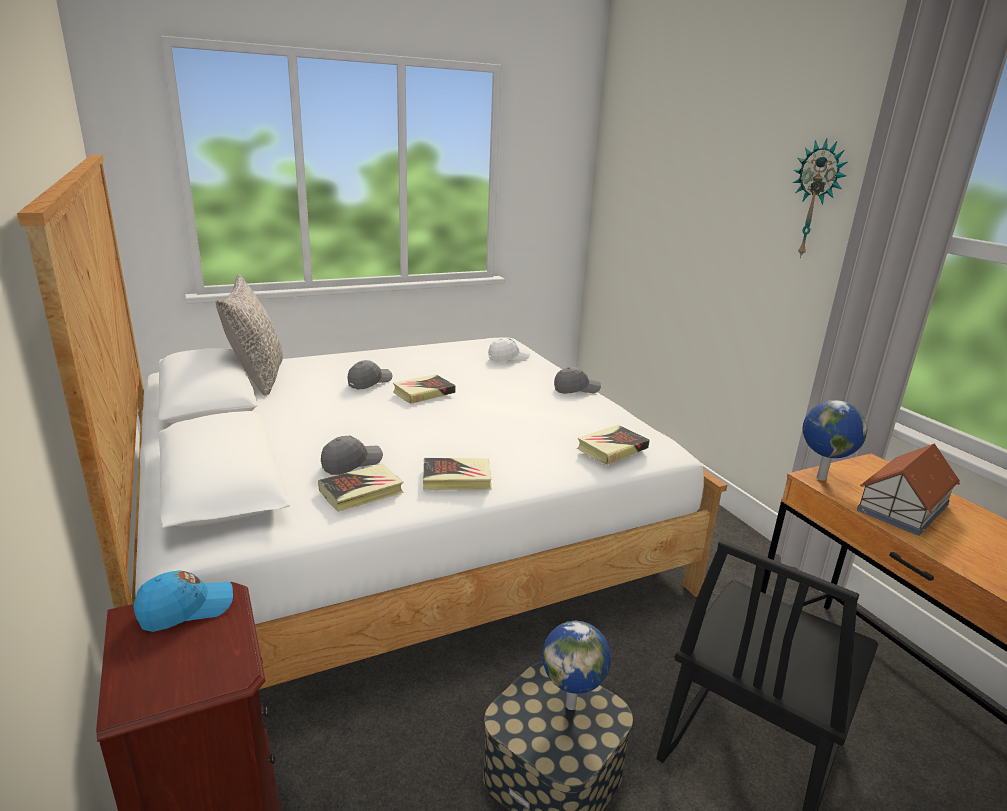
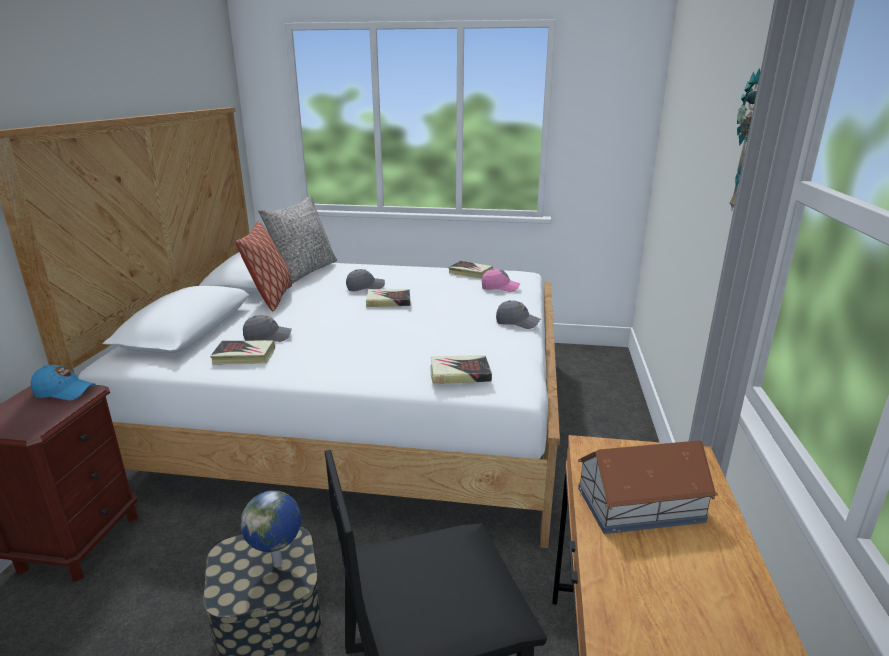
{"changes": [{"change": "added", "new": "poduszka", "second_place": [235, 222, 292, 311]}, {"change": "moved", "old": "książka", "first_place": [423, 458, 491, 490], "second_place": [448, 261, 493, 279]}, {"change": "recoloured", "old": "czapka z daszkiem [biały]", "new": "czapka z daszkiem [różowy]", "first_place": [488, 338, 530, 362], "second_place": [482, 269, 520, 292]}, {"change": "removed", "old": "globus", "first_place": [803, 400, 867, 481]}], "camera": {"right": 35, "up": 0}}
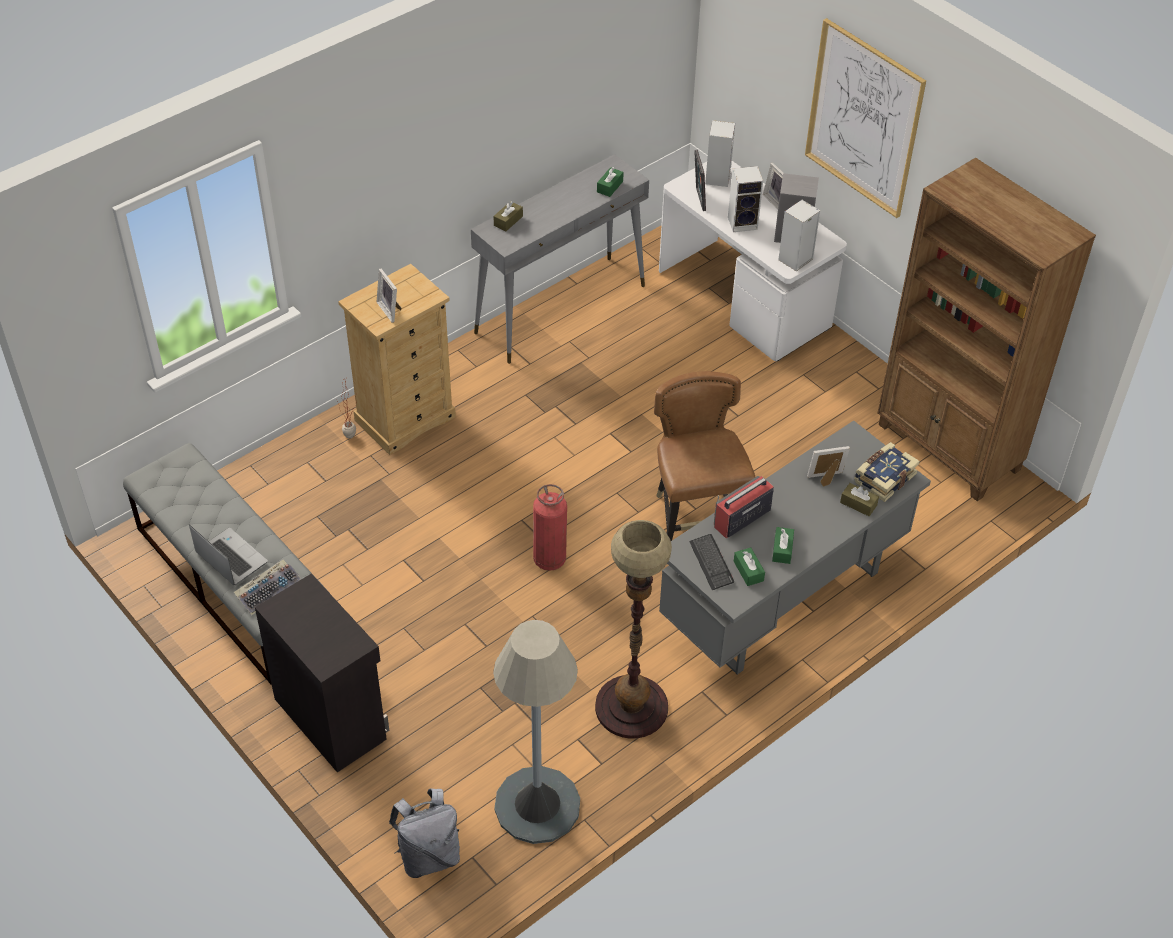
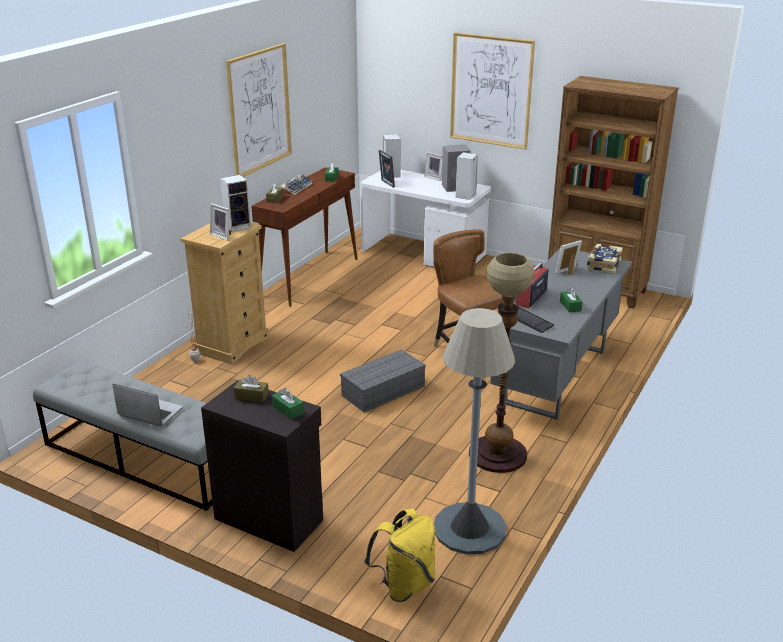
{"changes": [{"change": "moved", "old": "głośnik", "first_place": [728, 166, 763, 232], "second_place": [220, 175, 251, 232]}, {"change": "added", "new": "obraz", "second_place": [226, 43, 292, 177]}, {"change": "moved", "old": "pudełko chusteczek [brązowy]", "first_place": [840, 483, 879, 516], "second_place": [234, 375, 269, 402]}, {"change": "recoloured", "old": "stolik konsolowy [szary]", "new": "stolik konsolowy [brązowy]", "first_place": [471, 154, 649, 364], "second_place": [251, 167, 357, 307]}, {"change": "moved", "old": "pudełko chusteczek [zielony]", "first_place": [734, 547, 765, 586], "second_place": [272, 388, 304, 419]}, {"change": "moved", "old": "klawiatura", "first_place": [234, 559, 301, 616], "second_place": [280, 174, 313, 195]}, {"change": "replaced", "old": "gaśnica", "new": "pojemnik do przechowywania [szary]", "first_place": [533, 484, 567, 571], "second_place": [340, 349, 426, 413]}, {"change": "recoloured", "old": "plecak [szary]", "new": "plecak [żółty]", "first_place": [389, 789, 460, 878], "second_place": [364, 509, 436, 602]}], "camera": {"right": -20, "up": -20}}
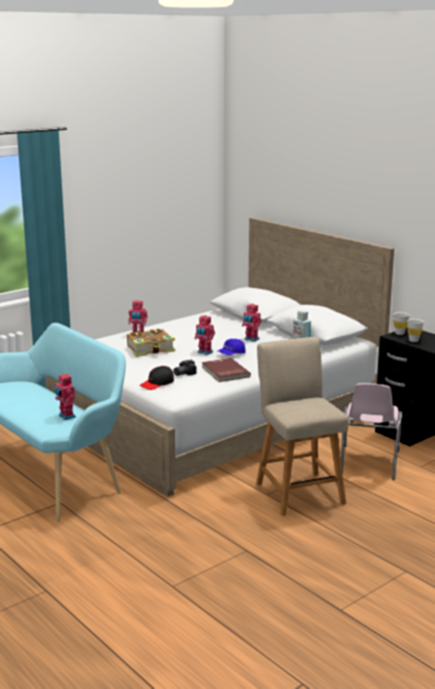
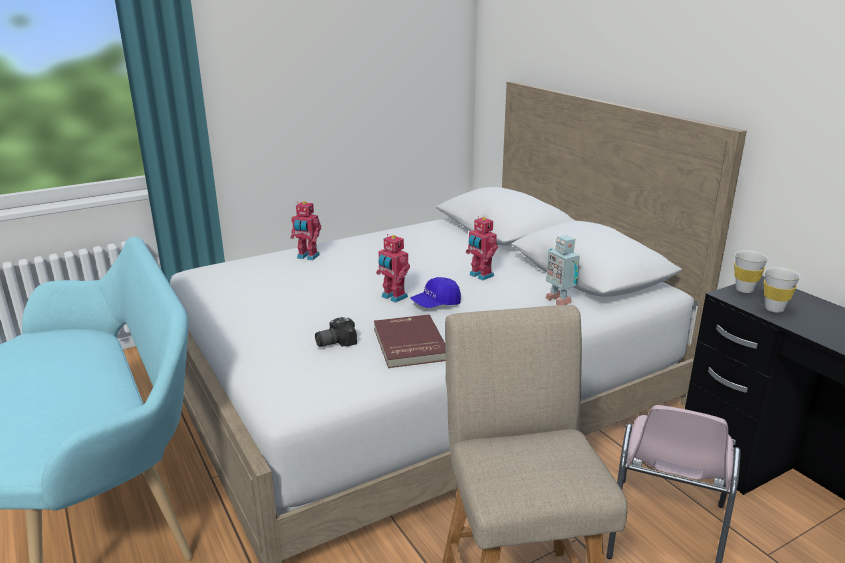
{"changes": [{"change": "removed", "old": "robot zabawkowy", "first_place": [54, 373, 76, 420]}, {"change": "removed", "old": "książka", "first_place": [127, 329, 175, 357]}, {"change": "removed", "old": "czapka z daszkiem [czarny]", "first_place": [140, 366, 174, 390]}], "camera": {"right": 10, "up": 5}}
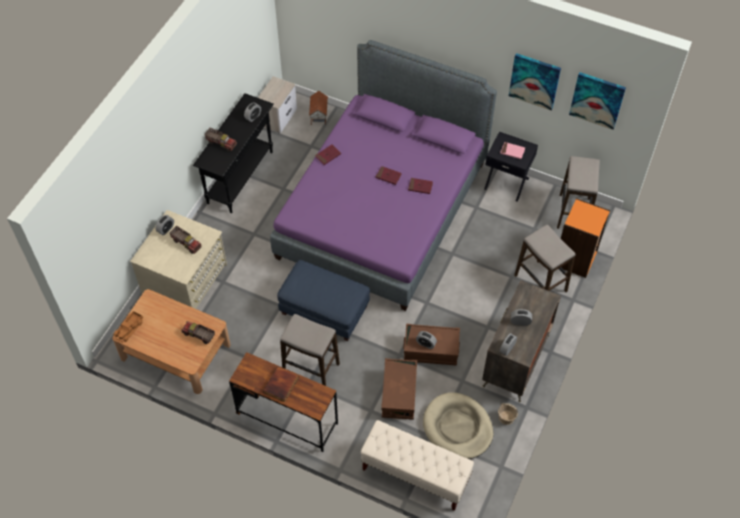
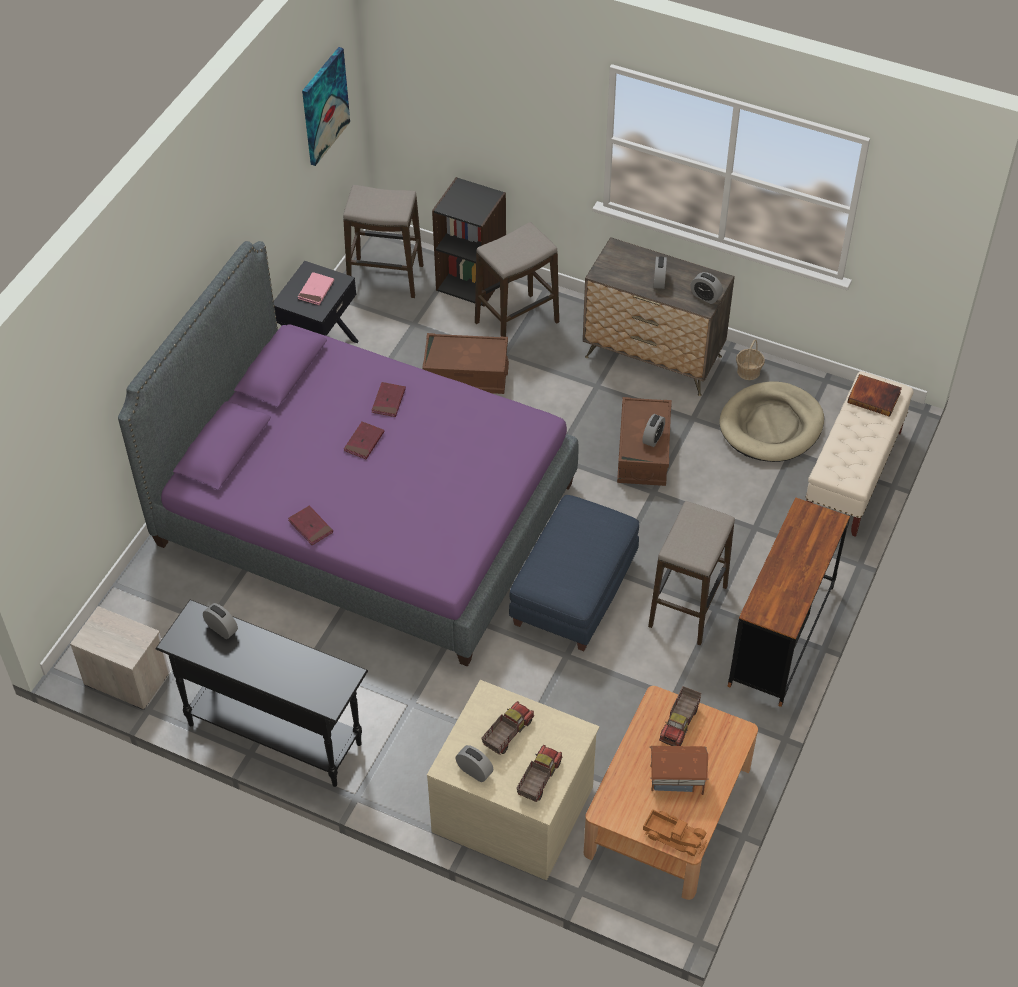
{"changes": [{"change": "moved", "old": "pojemnik do przechowywania [brązowy]", "first_place": [381, 358, 417, 420], "second_place": [422, 333, 509, 394]}, {"change": "recoloured", "old": "regał [pomarańczowy]", "new": "regał [czarny]", "first_place": [561, 198, 610, 278], "second_place": [432, 177, 506, 306]}, {"change": "moved", "old": "ciężarówka zabawkowa", "first_place": [204, 128, 237, 151], "second_place": [516, 745, 562, 802]}, {"change": "moved", "old": "domek", "first_place": [309, 91, 328, 125], "second_place": [649, 746, 709, 795]}, {"change": "moved", "old": "książka", "first_place": [263, 366, 299, 402], "second_place": [847, 374, 902, 417]}, {"change": "removed", "old": "obraz", "first_place": [509, 53, 561, 111]}], "camera": {"right": -90, "up": -5}}
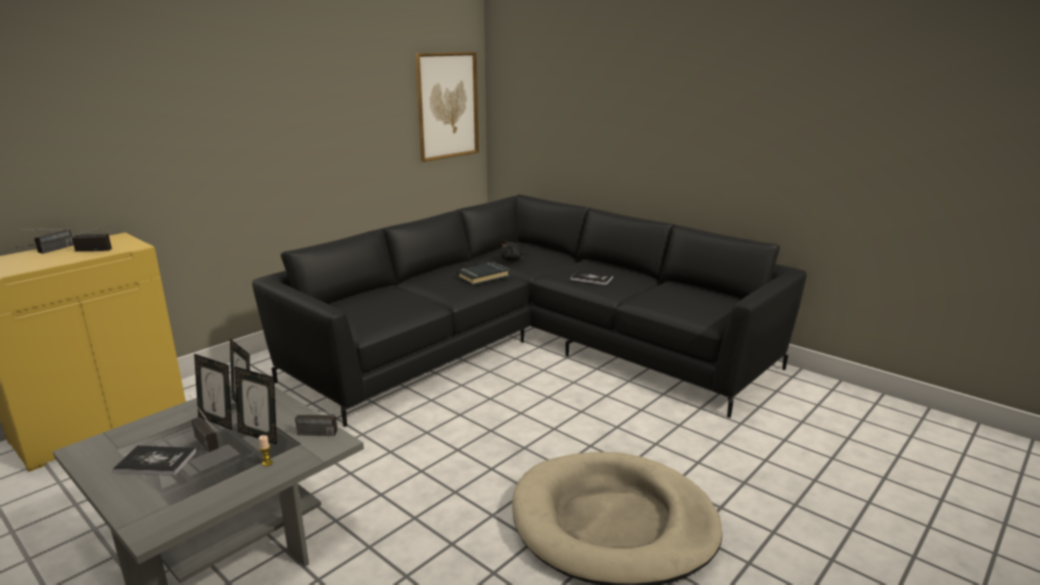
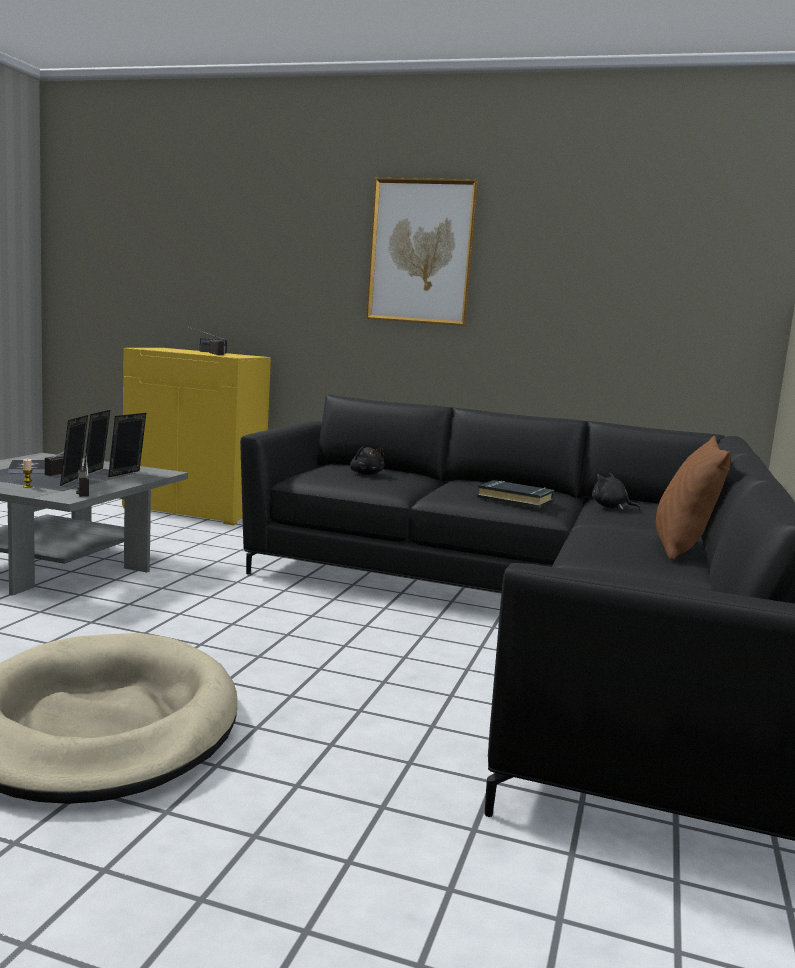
{"changes": [{"change": "added", "new": "pluszak [czarny]", "second_place": [350, 447, 384, 475]}, {"change": "moved", "old": "obraz", "first_place": [415, 52, 479, 162], "second_place": [366, 178, 478, 326]}, {"change": "added", "new": "poduszka [brązowy]", "second_place": [656, 436, 731, 560]}, {"change": "removed", "old": "książka", "first_place": [571, 270, 613, 285]}], "camera": {"right": 65, "up": -10}}
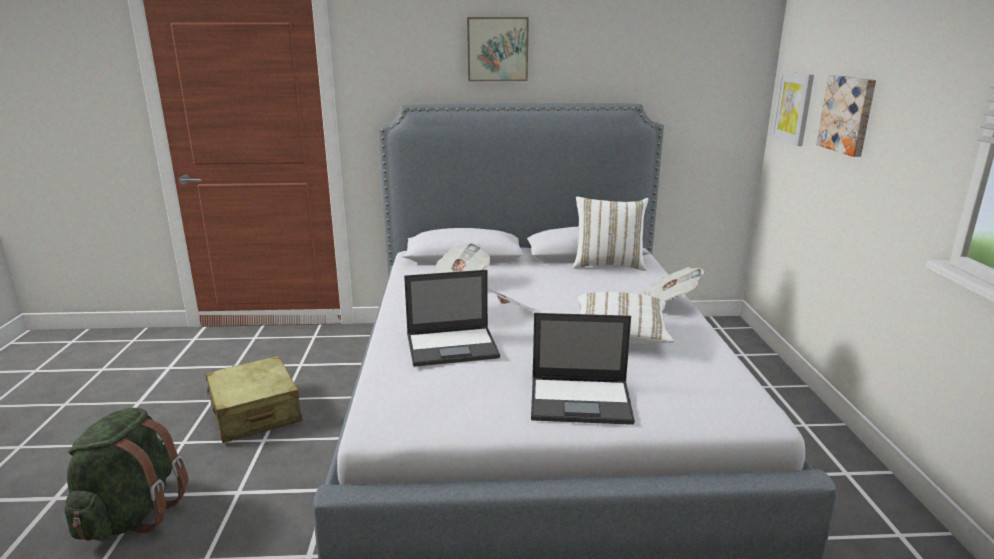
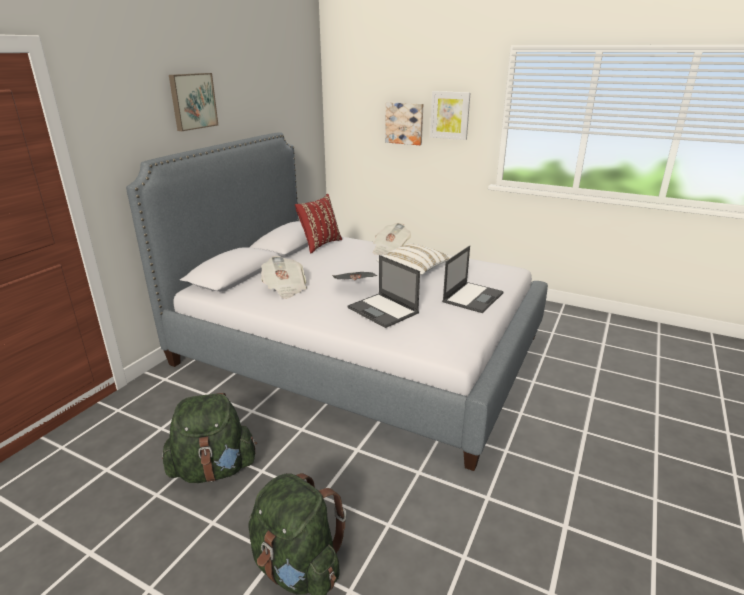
{"changes": [{"change": "replaced", "old": "walizka [beżowy]", "new": "plecak [zielony]", "first_place": [205, 356, 303, 443], "second_place": [162, 393, 257, 483]}, {"change": "recoloured", "old": "poduszka [biały]", "new": "poduszka [czerwony]", "first_place": [573, 196, 649, 271], "second_place": [295, 194, 342, 253]}, {"change": "turned", "old": "laptop", "first_place": [404, 270, 500, 367], "second_place": [348, 255, 420, 328], "degrees": 120}, {"change": "moved", "old": "obraz", "first_place": [772, 71, 814, 146], "second_place": [430, 91, 470, 140]}], "camera": {"right": -60, "up": 5}}
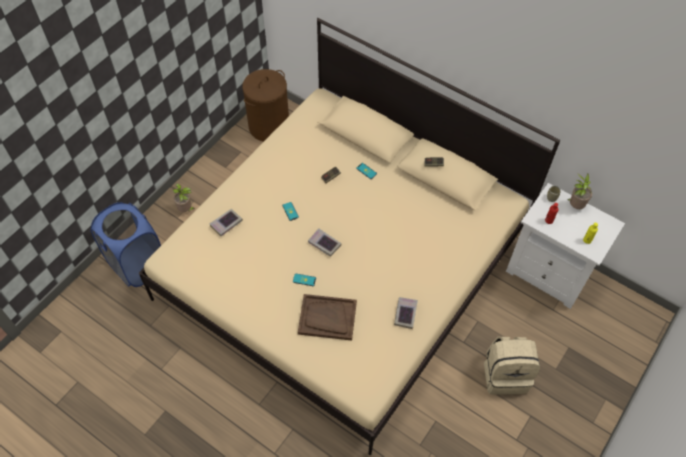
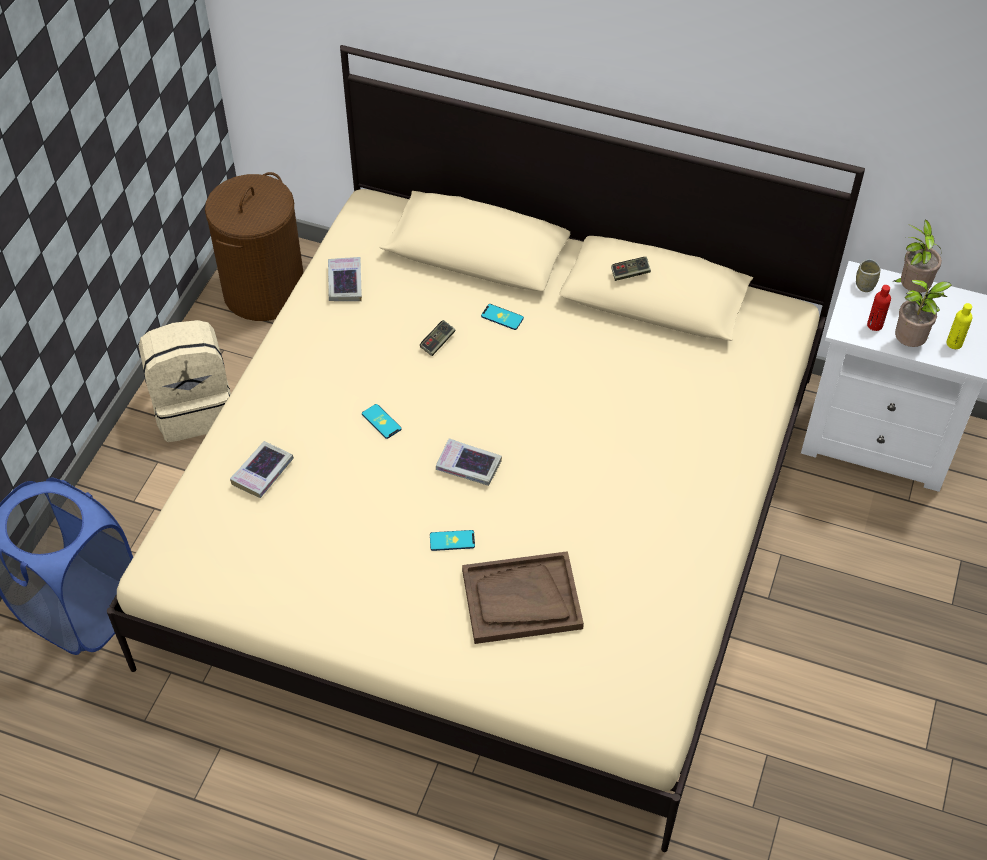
{"changes": [{"change": "moved", "old": "plecak [beżowy]", "first_place": [484, 337, 540, 395], "second_place": [139, 320, 231, 442]}, {"change": "moved", "old": "książka", "first_place": [394, 297, 418, 329], "second_place": [328, 257, 362, 301]}, {"change": "moved", "old": "roślina doniczkowa", "first_place": [173, 183, 196, 212], "second_place": [895, 280, 952, 347]}], "camera": {"right": -15, "up": -5}}
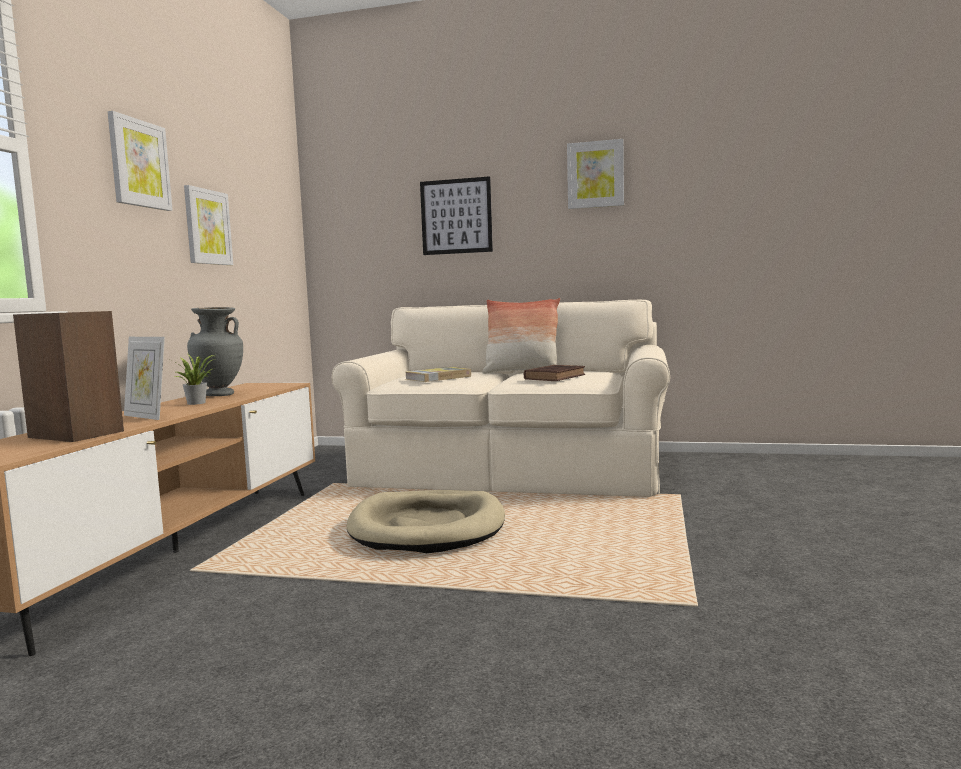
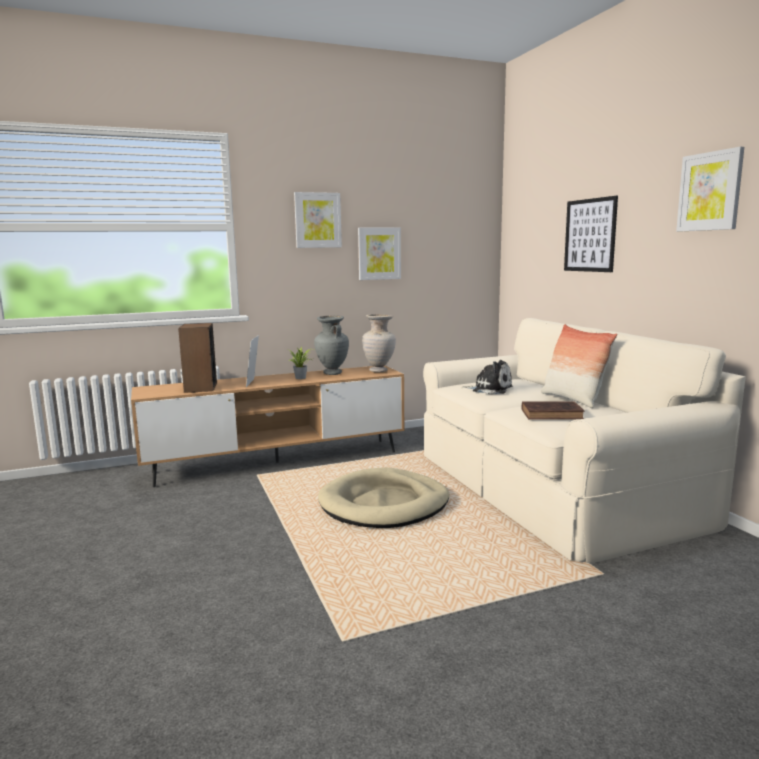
{"changes": [{"change": "added", "new": "wazon [beżowy]", "second_place": [362, 314, 396, 372]}, {"change": "replaced", "old": "książka", "new": "pluszak", "first_place": [406, 367, 471, 382], "second_place": [461, 360, 512, 394]}], "camera": {"right": 55, "up": 5}}
